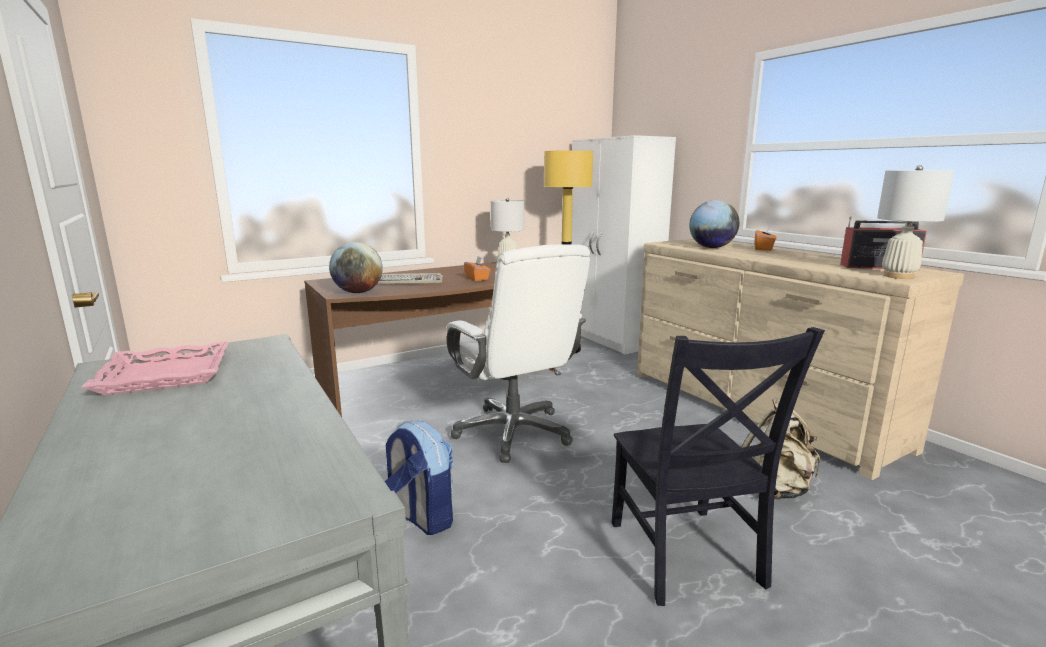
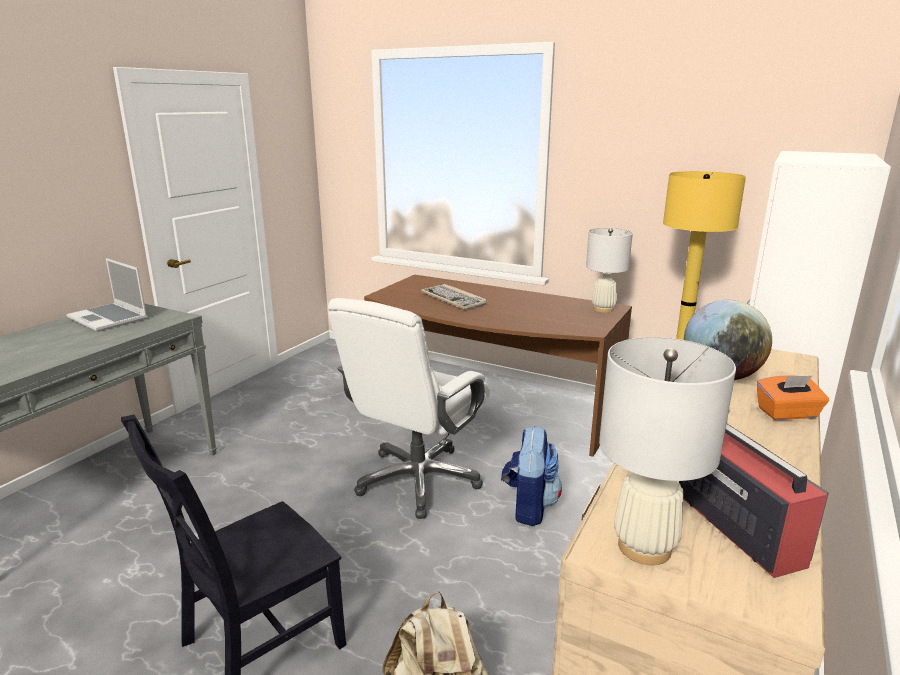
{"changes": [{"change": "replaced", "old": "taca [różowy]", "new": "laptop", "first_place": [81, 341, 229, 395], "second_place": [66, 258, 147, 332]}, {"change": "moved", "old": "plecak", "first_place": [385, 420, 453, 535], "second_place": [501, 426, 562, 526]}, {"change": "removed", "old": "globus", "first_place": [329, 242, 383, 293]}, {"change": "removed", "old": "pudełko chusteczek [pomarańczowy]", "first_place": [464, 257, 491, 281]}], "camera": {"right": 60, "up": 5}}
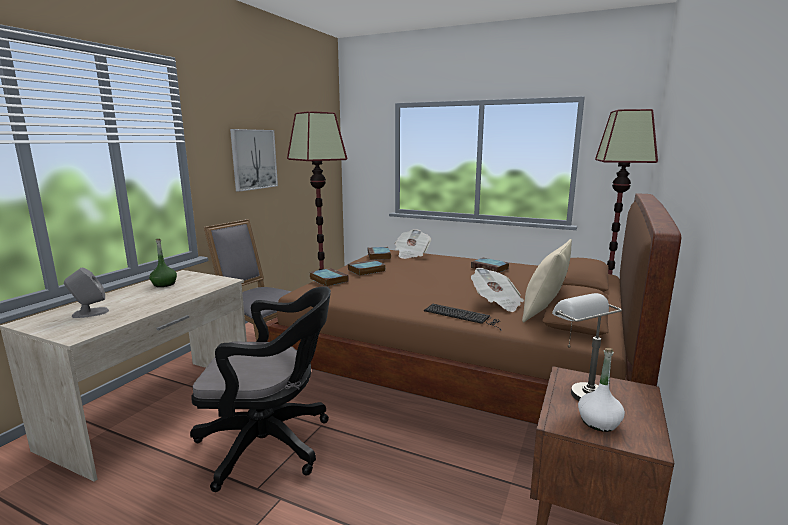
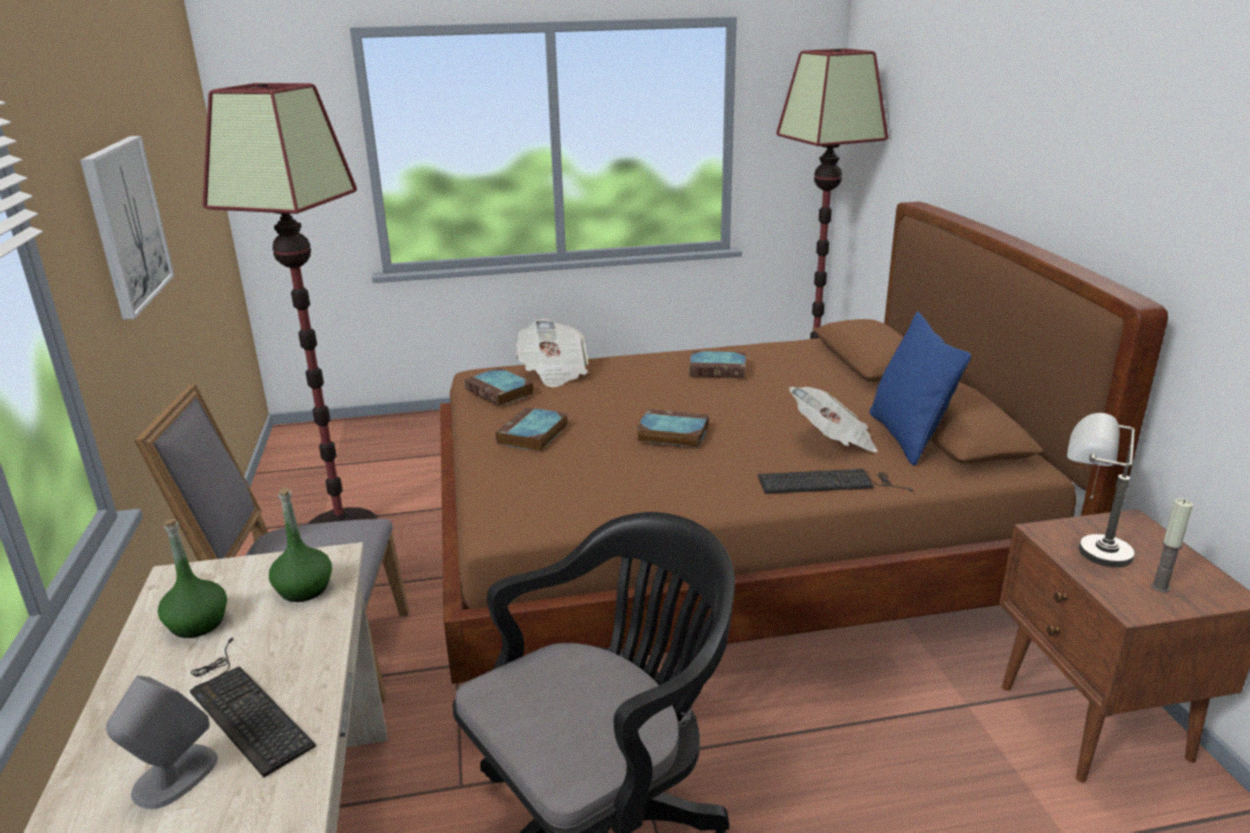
{"changes": [{"change": "added", "new": "klawiatura", "second_place": [190, 637, 316, 778]}, {"change": "added", "new": "butelka [zielony]", "second_place": [269, 487, 332, 602]}, {"change": "moved", "old": "książka", "first_place": [310, 268, 348, 287], "second_place": [636, 409, 709, 447]}, {"change": "recoloured", "old": "poduszka [beżowy]", "new": "poduszka [niebieski]", "first_place": [522, 239, 572, 322], "second_place": [869, 312, 971, 466]}, {"change": "replaced", "old": "butelka [biały]", "new": "świeca", "first_place": [578, 348, 625, 432], "second_place": [1151, 499, 1193, 592]}], "camera": {"right": -35, "up": 10}}
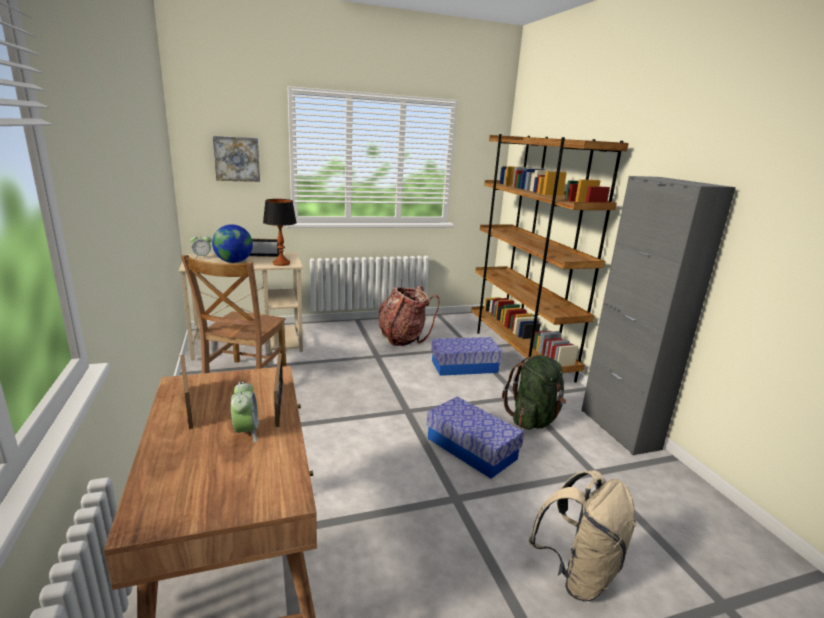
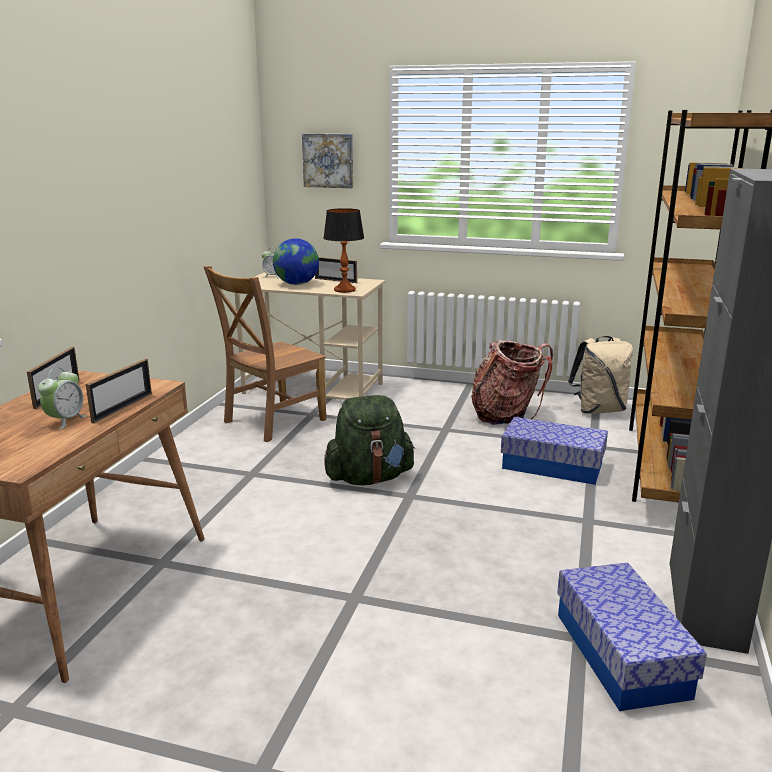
{"changes": [{"change": "moved", "old": "plecak [zielony]", "first_place": [502, 355, 566, 430], "second_place": [324, 395, 415, 485]}, {"change": "moved", "old": "pojemnik do przechowywania", "first_place": [427, 397, 524, 479], "second_place": [557, 563, 707, 711]}, {"change": "moved", "old": "plecak [beżowy]", "first_place": [529, 470, 636, 601], "second_place": [568, 336, 633, 414]}], "camera": {"right": 35, "up": 0}}
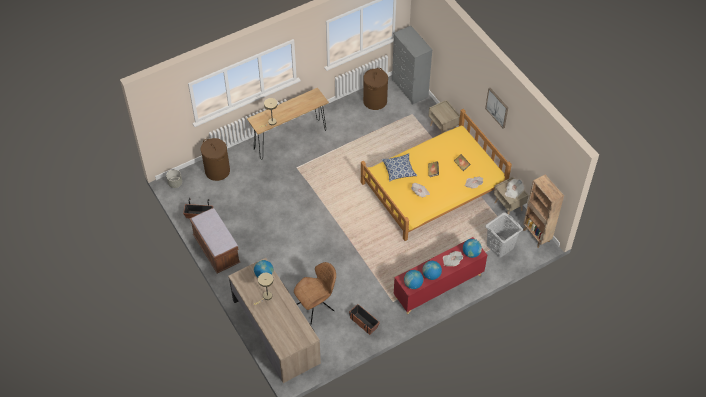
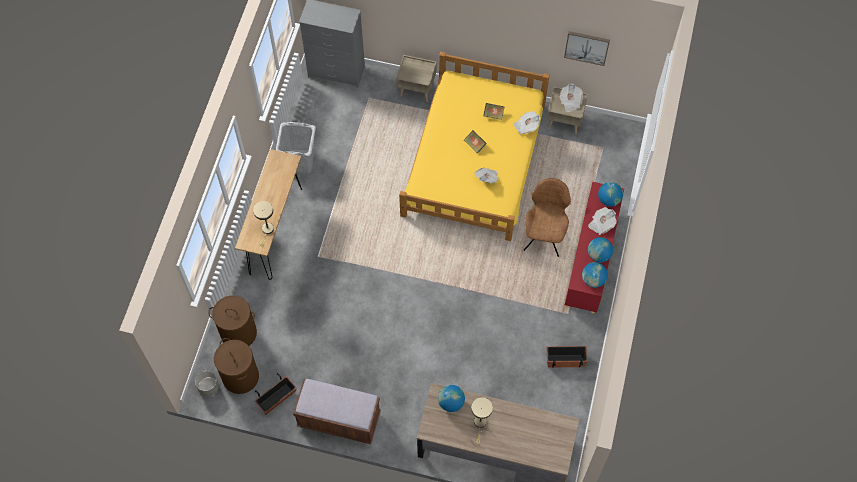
{"changes": [{"change": "moved", "old": "kosz na pranie [brązowy]", "first_place": [363, 68, 388, 110], "second_place": [214, 338, 259, 394]}, {"change": "moved", "old": "kosz na pranie [szary]", "first_place": [485, 212, 523, 257], "second_place": [276, 122, 316, 173]}, {"change": "moved", "old": "krzesło [brązowy]", "first_place": [294, 262, 336, 324], "second_place": [524, 178, 571, 257]}, {"change": "moved", "old": "obraz", "first_place": [485, 88, 508, 129], "second_place": [564, 31, 610, 66]}, {"change": "removed", "old": "poduszka", "first_place": [381, 153, 418, 182]}, {"change": "removed", "old": "regał [brązowy]", "first_place": [523, 175, 564, 248]}], "camera": {"right": -45, "up": 10}}
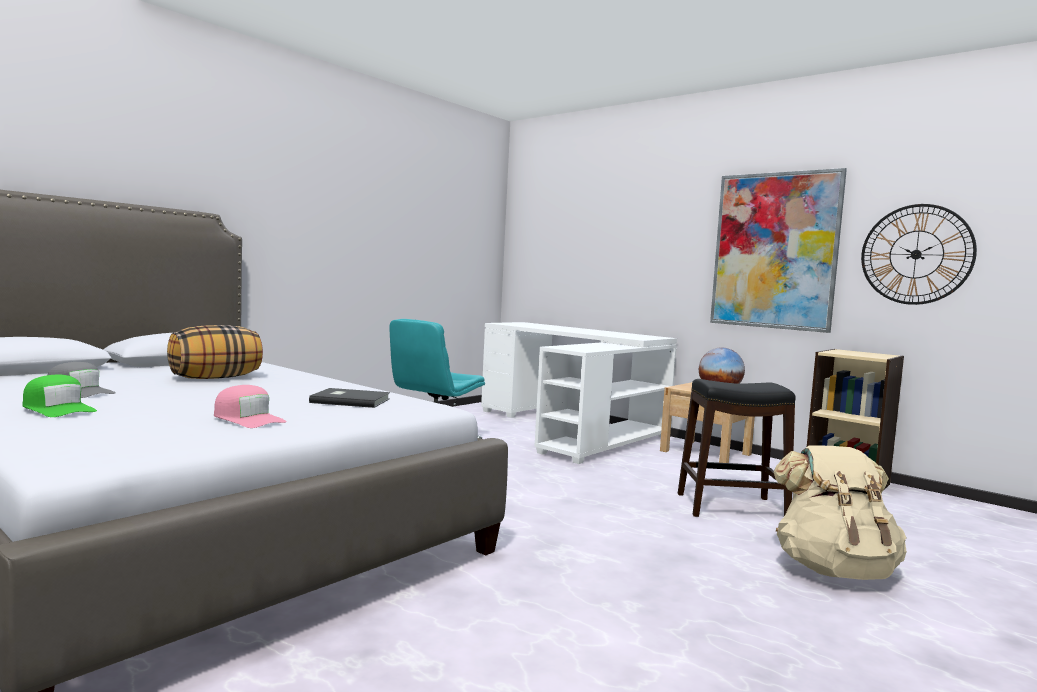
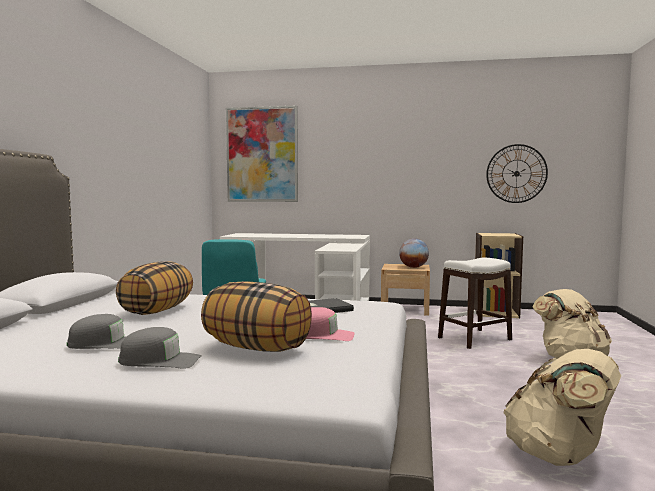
{"changes": [{"change": "recoloured", "old": "czapka z daszkiem [zielony]", "new": "czapka z daszkiem [szary]", "first_place": [22, 375, 97, 417], "second_place": [118, 327, 202, 369]}, {"change": "added", "new": "poduszka", "second_place": [201, 282, 312, 352]}, {"change": "moved", "old": "obraz", "first_place": [710, 168, 847, 333], "second_place": [226, 105, 298, 202]}, {"change": "recoloured", "old": "stołek [czarny]", "new": "stołek [biały]", "first_place": [678, 379, 796, 517], "second_place": [438, 258, 512, 349]}, {"change": "added", "new": "plecak [beżowy]", "second_place": [503, 349, 621, 466]}], "camera": {"right": -30, "up": 0}}
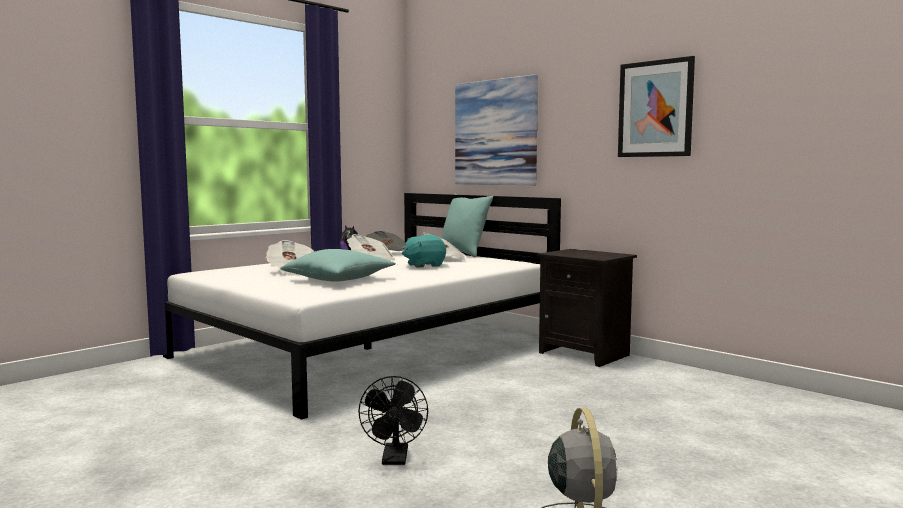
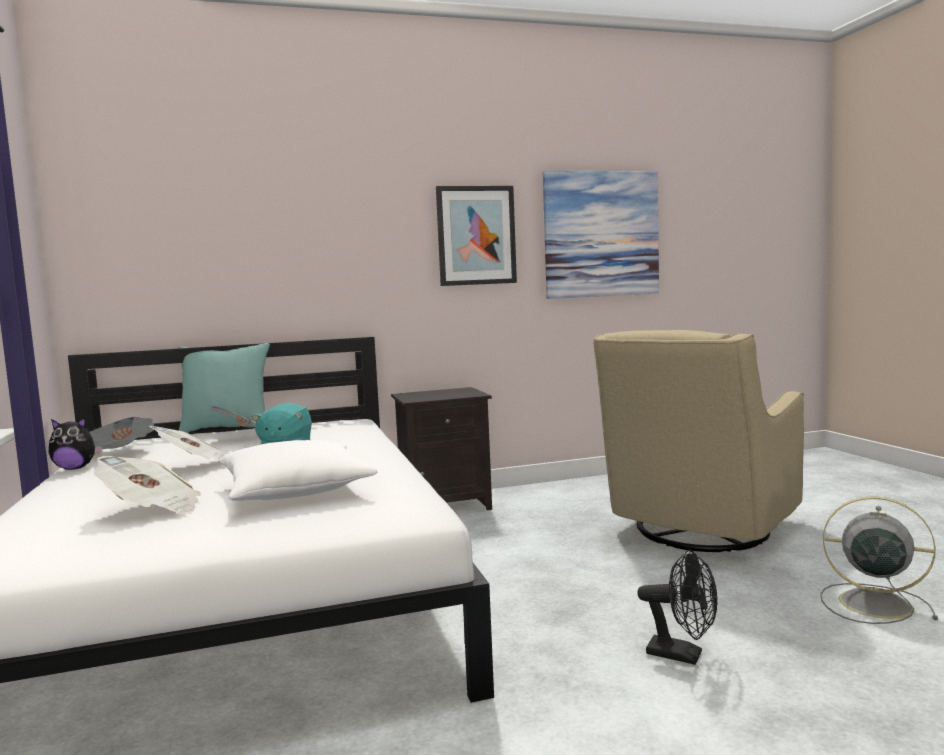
{"changes": [{"change": "recoloured", "old": "poduszka [turkusowy]", "new": "poduszka [biały]", "first_place": [280, 249, 396, 281], "second_place": [219, 440, 378, 501]}, {"change": "moved", "old": "obraz", "first_place": [455, 74, 538, 186], "second_place": [543, 171, 659, 299]}, {"change": "added", "new": "fotel [beżowy]", "second_place": [594, 330, 804, 552]}], "camera": {"right": -60, "up": 0}}
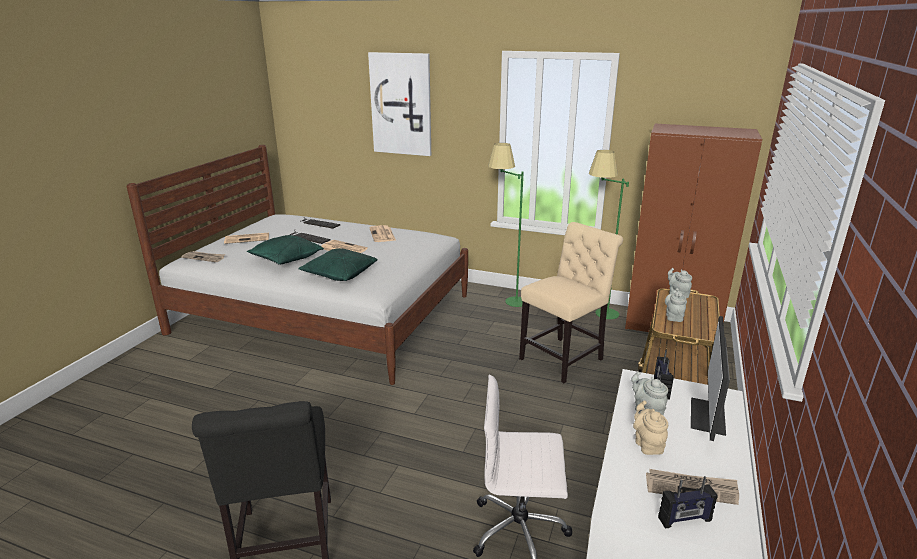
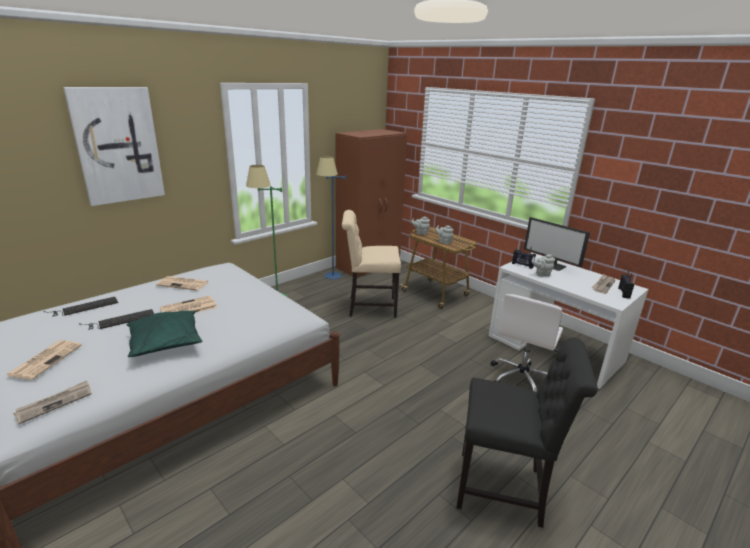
{"changes": [{"change": "recoloured", "old": "lampa stojąca [zielony]", "new": "lampa stojąca [niebieski]", "first_place": [589, 150, 629, 319], "second_place": [316, 156, 346, 279]}, {"change": "turned", "old": "krzesło [beżowy]", "first_place": [519, 222, 623, 383], "second_place": [342, 210, 401, 318], "degrees": -75}, {"change": "removed", "old": "poduszka [zielony]", "first_place": [298, 248, 377, 281]}, {"change": "removed", "old": "imbryk [beżowy]", "first_place": [633, 400, 668, 455]}], "camera": {"right": -65, "up": 0}}
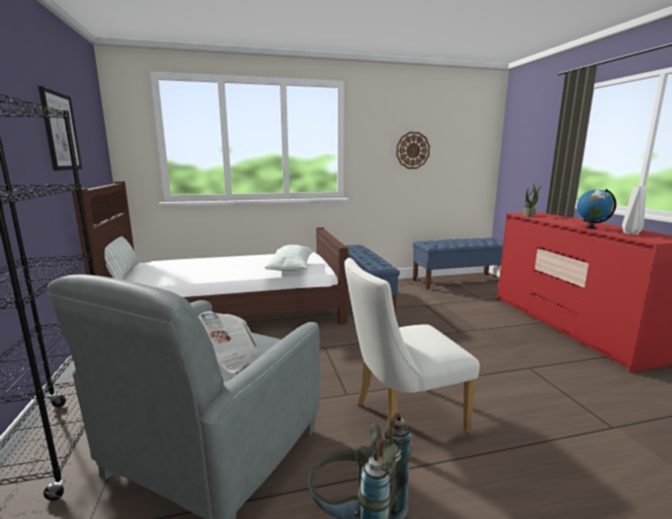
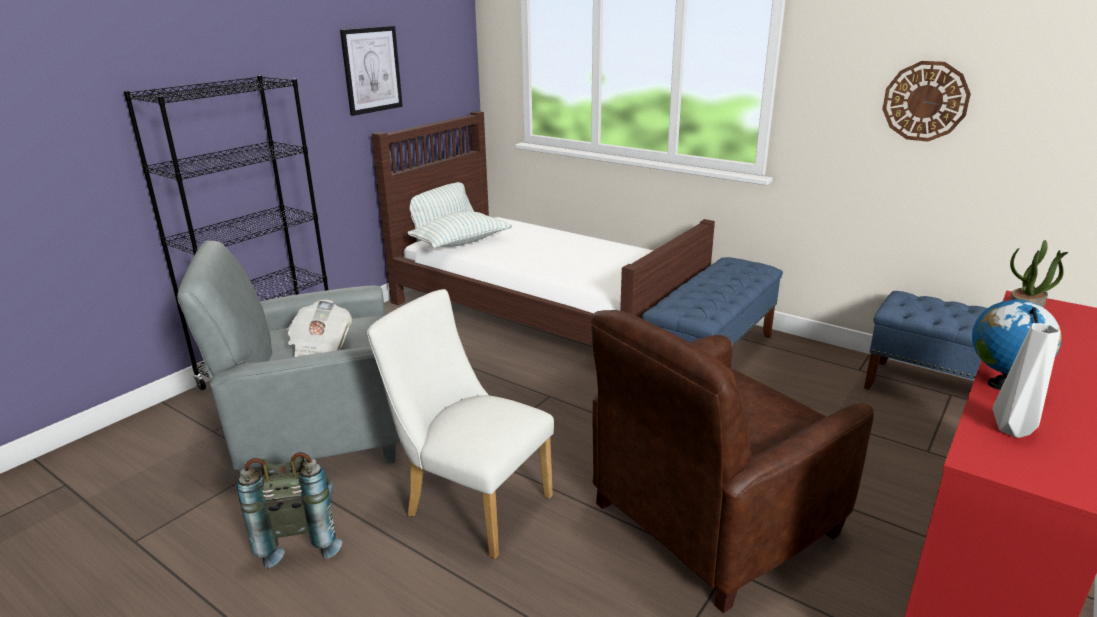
{"changes": [{"change": "moved", "old": "poduszka", "first_place": [264, 245, 313, 272], "second_place": [407, 212, 512, 248]}, {"change": "added", "new": "fotel [brązowy]", "second_place": [591, 310, 874, 613]}], "camera": {"right": 50, "up": 10}}
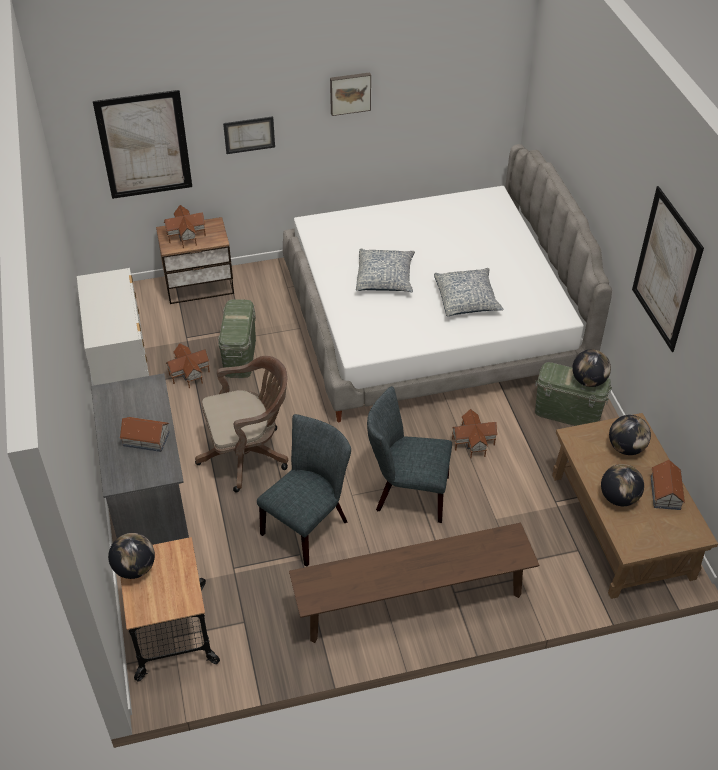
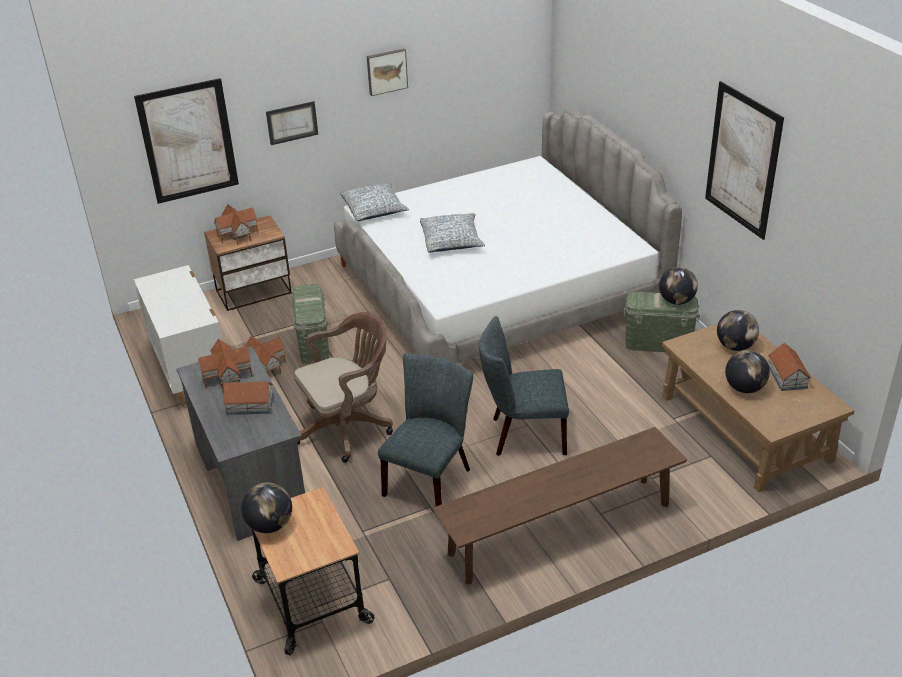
{"changes": [{"change": "moved", "old": "domek", "first_place": [452, 409, 498, 458], "second_place": [198, 339, 253, 389]}, {"change": "moved", "old": "poduszka", "first_place": [434, 268, 504, 317], "second_place": [340, 182, 409, 221]}], "camera": {"right": -10, "up": -10}}
